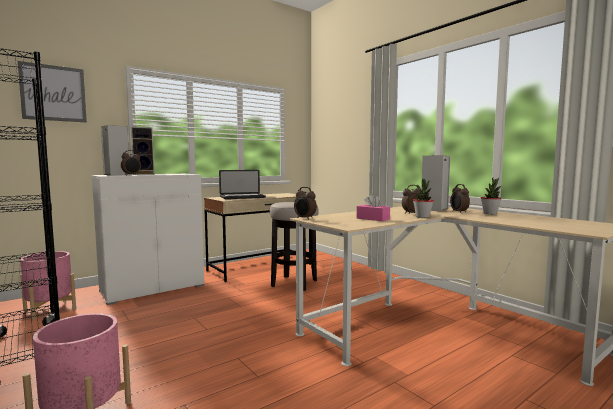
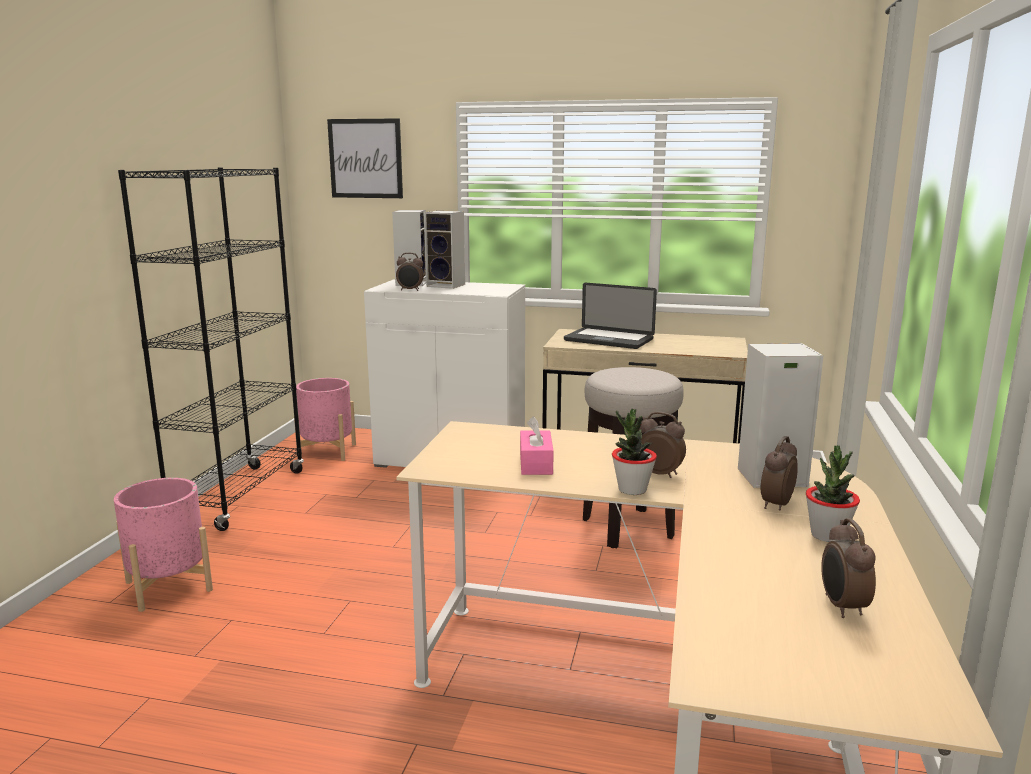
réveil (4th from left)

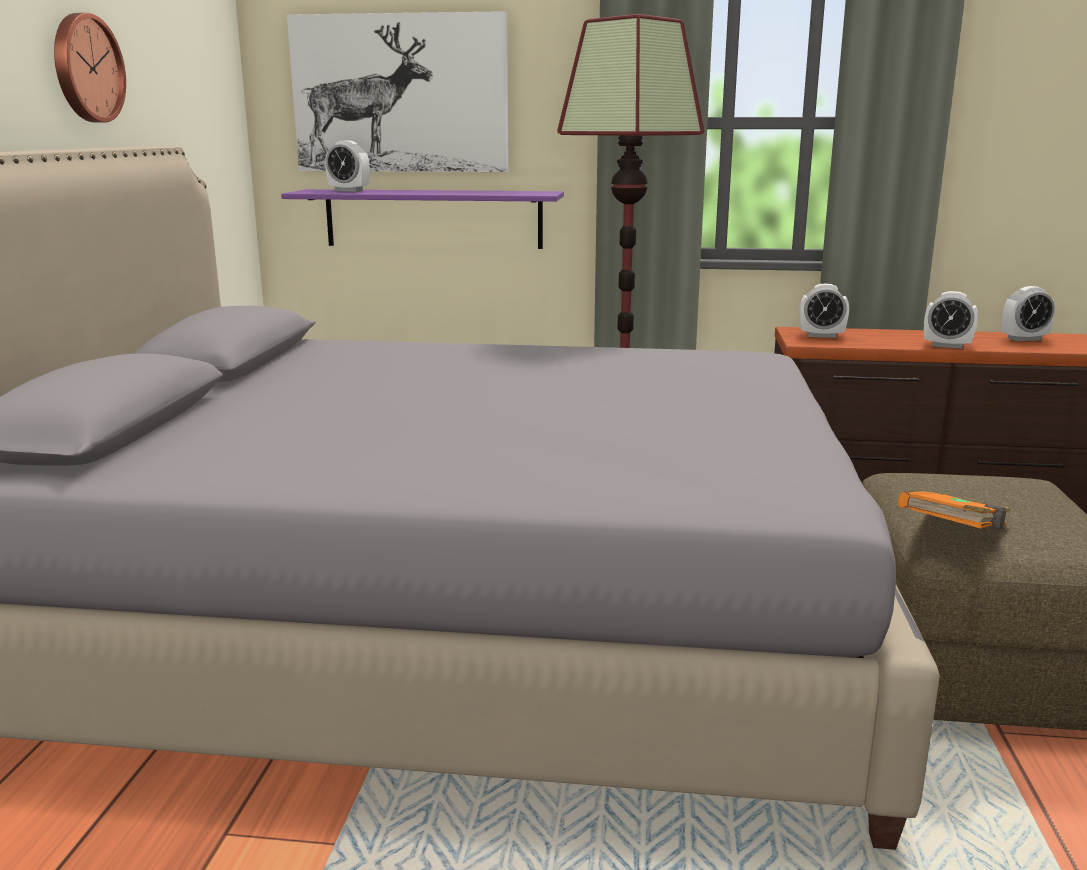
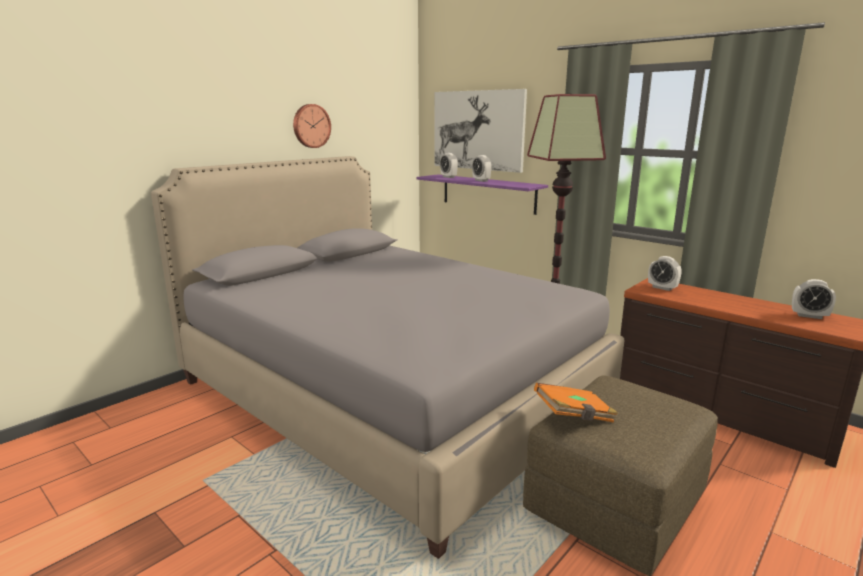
réveil (2nd from left)

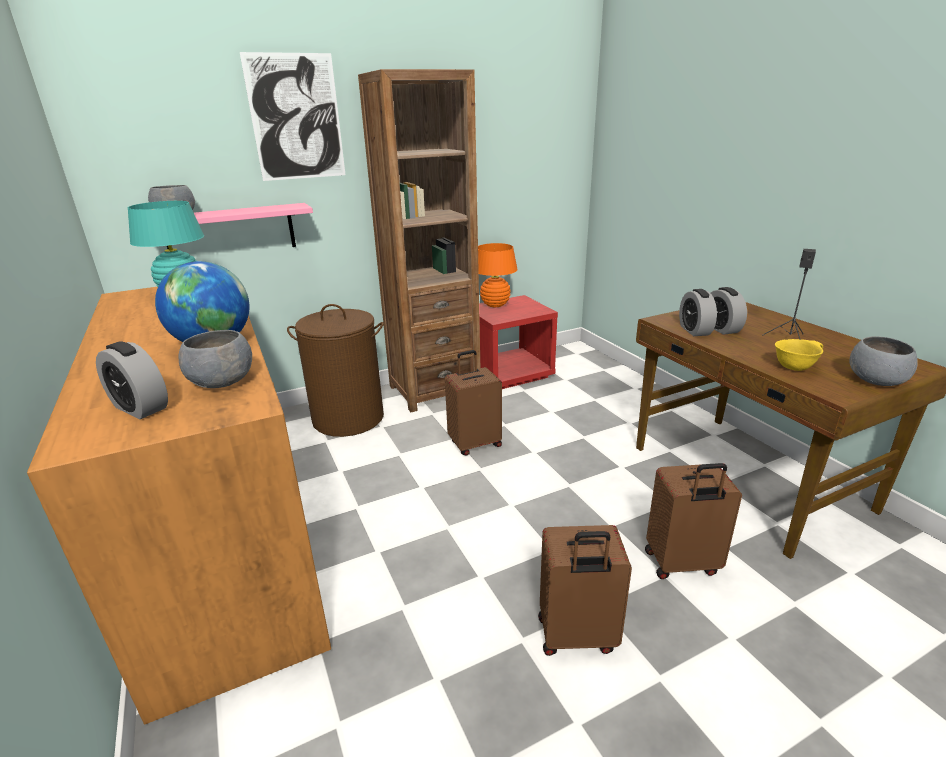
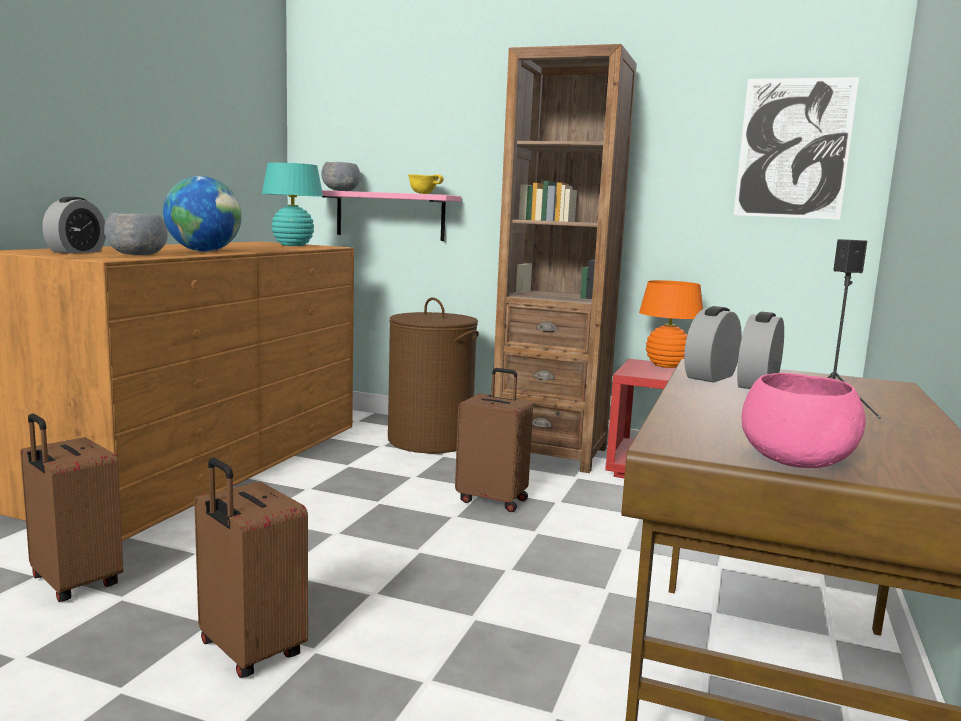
valise (marron) (1st from left); réveil (1st from left); bol (jaune); tableau; bol (rose)

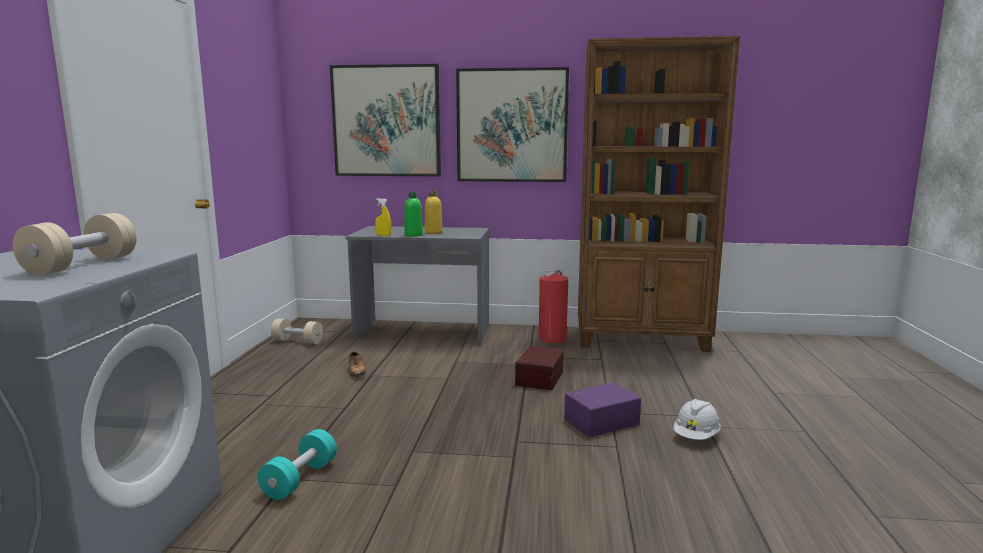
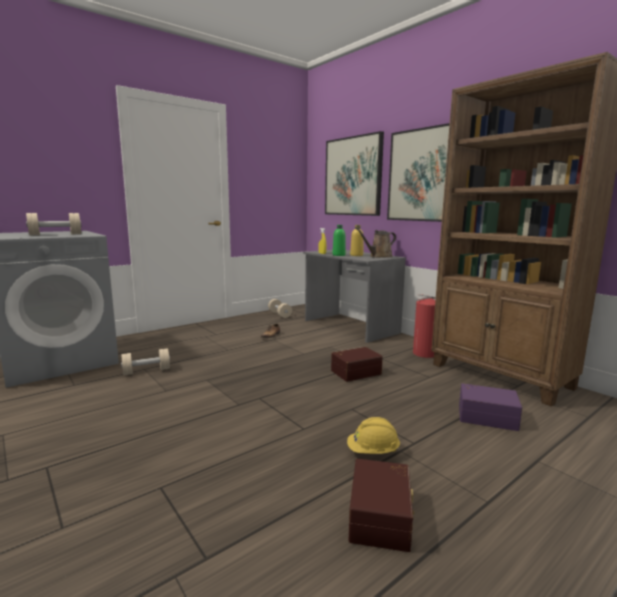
haltère (beige) (2nd from left); casque de chantier (jaune); boîte de rangement (marron) (2nd from left); arrosoir (marron); boîte de rangement (violet)

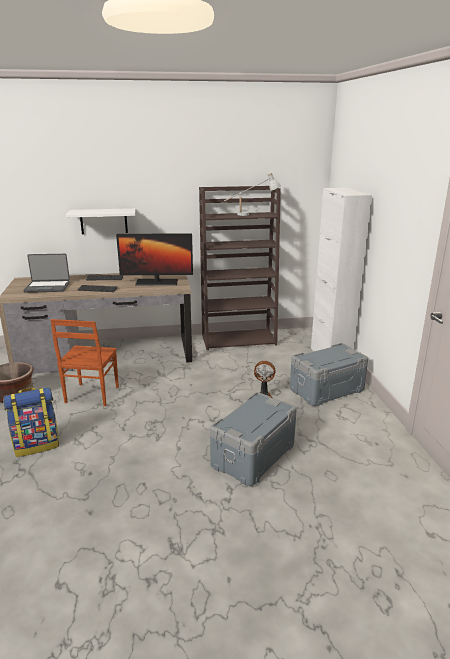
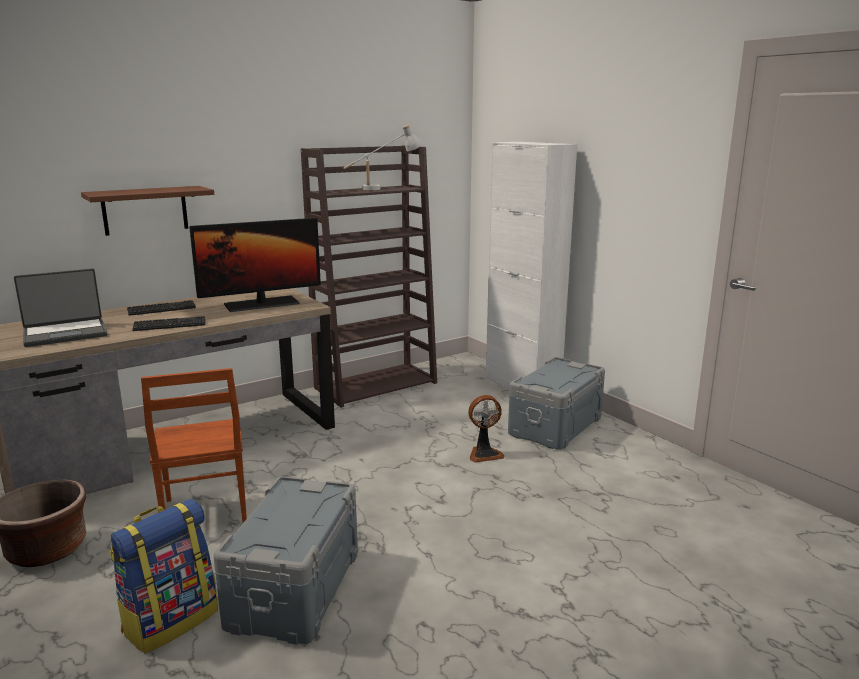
étagère (marron); boîte de rangement (gris) (1st from left)

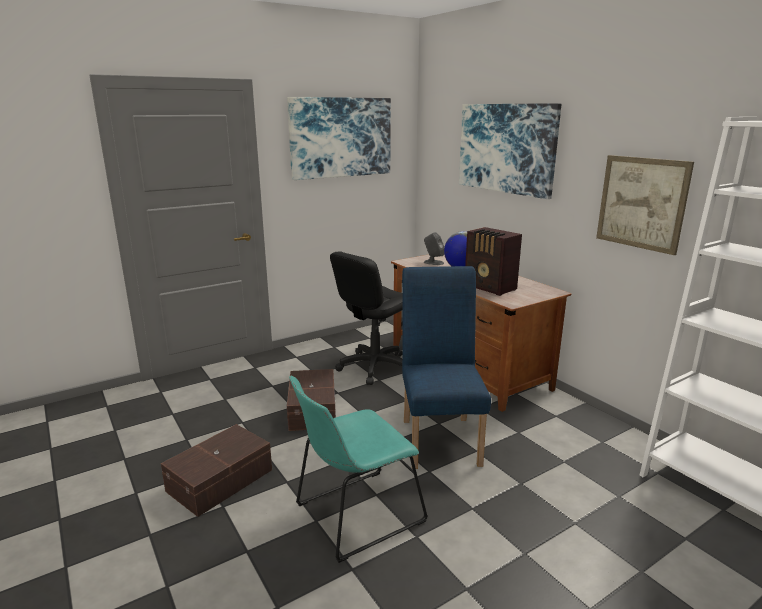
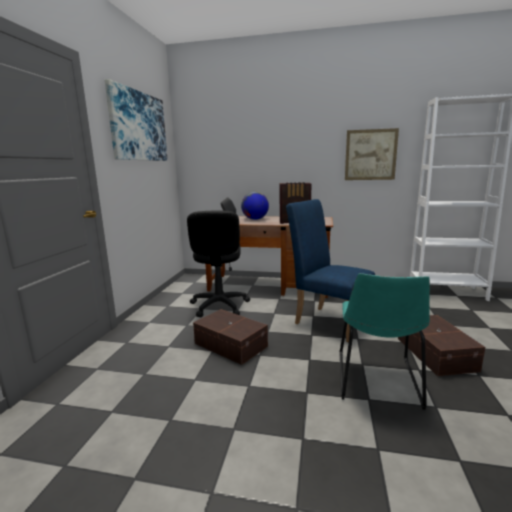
boîte de rangement (marron) (2nd from left); tableau (2nd from left in the first image)

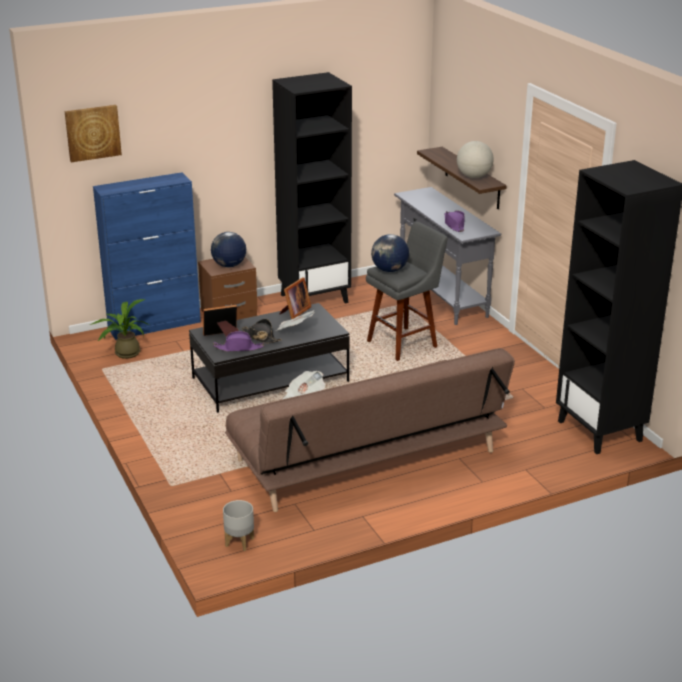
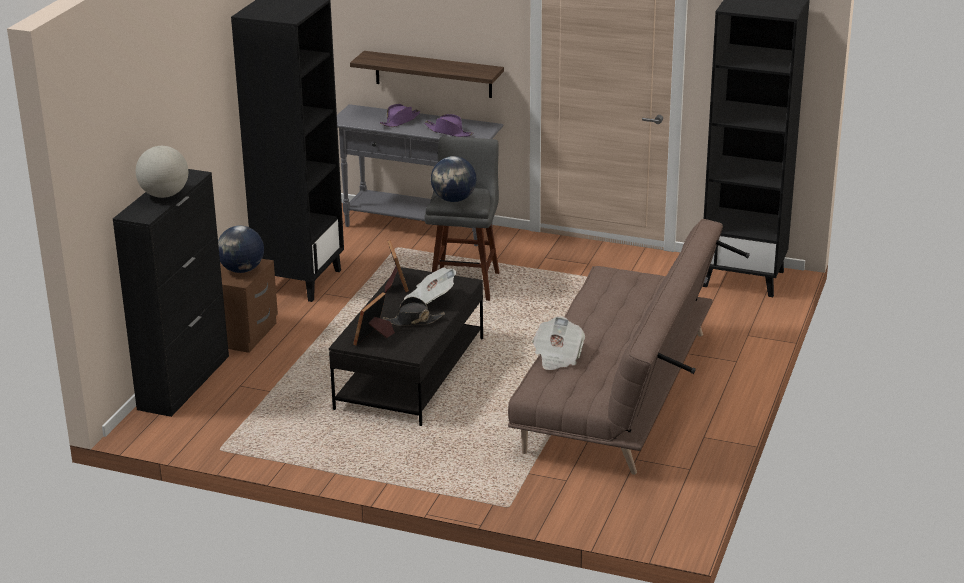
meuble de rangement (noir); globe (1st from left); chapeau (violet) (1st from left); tableau; plante en pot; cache-pot (gris)

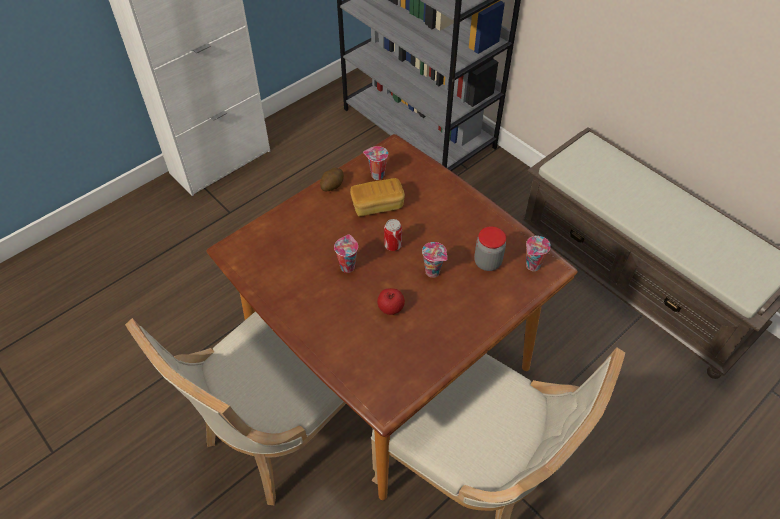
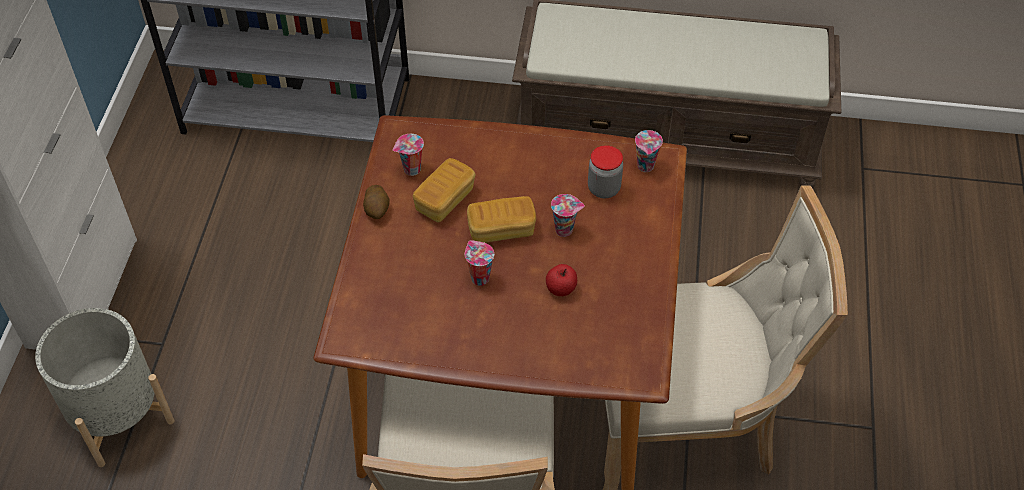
cache-pot (gris); pain (2nd from left)

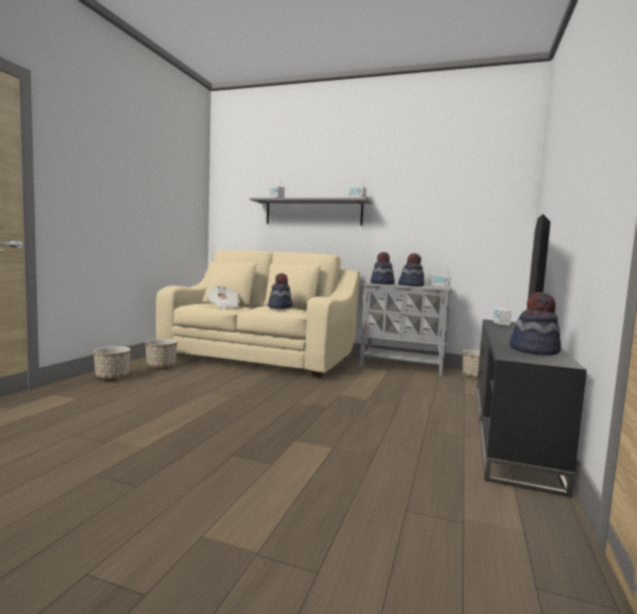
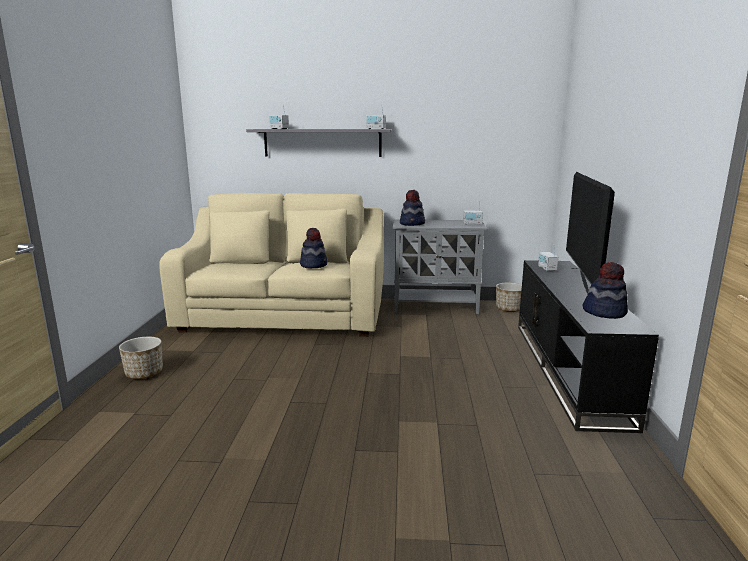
cache-pot (2nd from left in the first image); journal; chapeau (3rd from left in the first image)

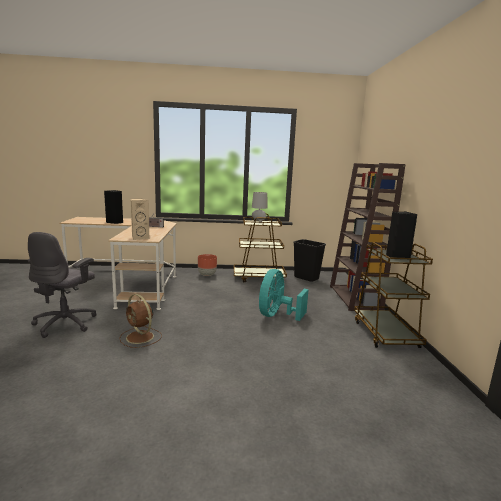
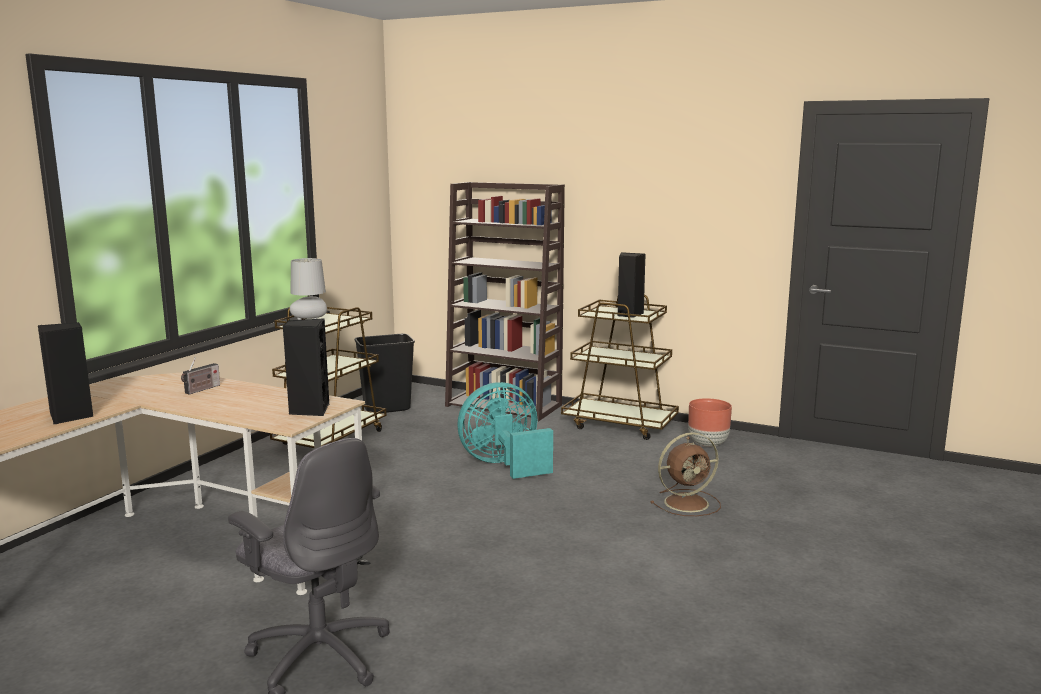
enceinte (noir) (2nd from left); ventilateur (turquoise); ventilateur (marron); cache-pot (marron)

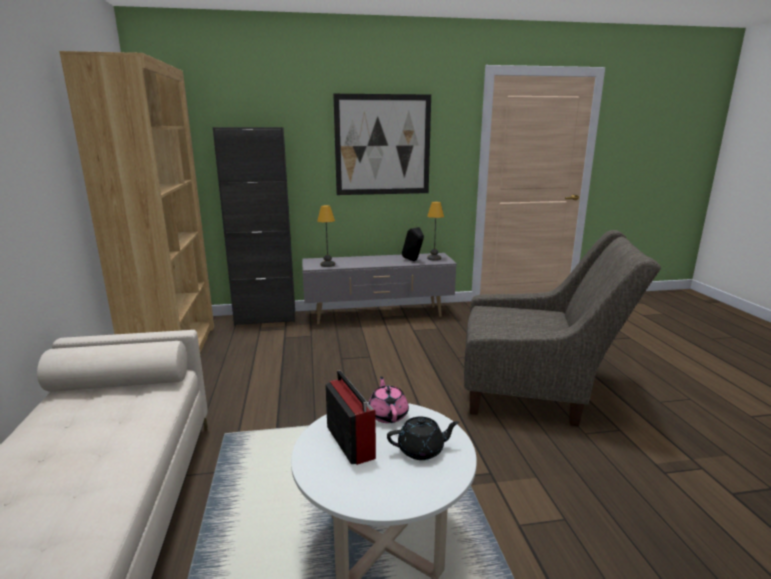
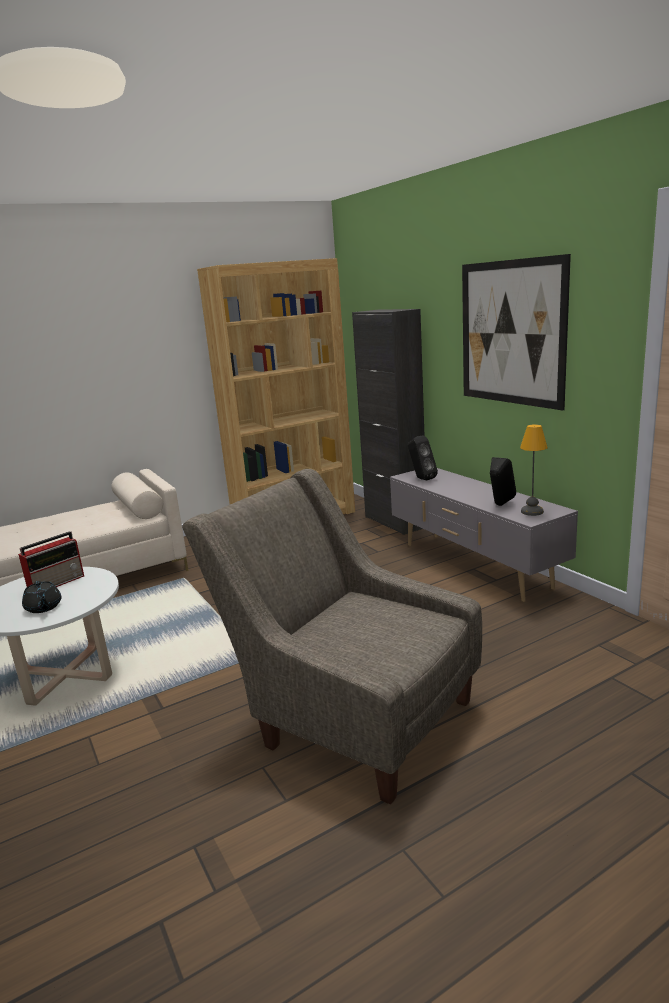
fauteuil (gris); enceinte (noir) (1st from left); théière (rose)

